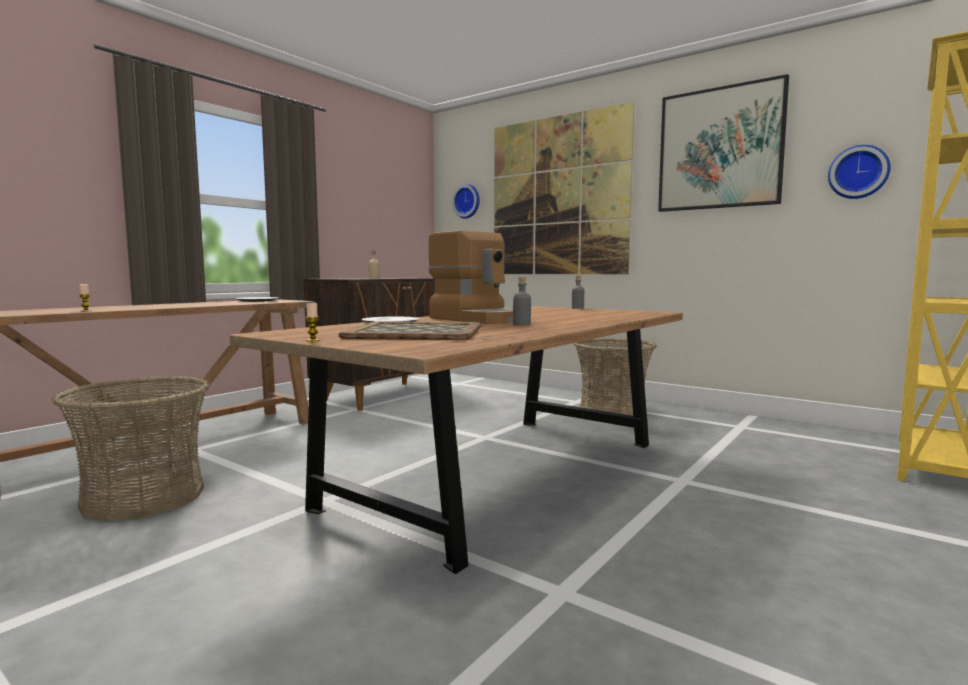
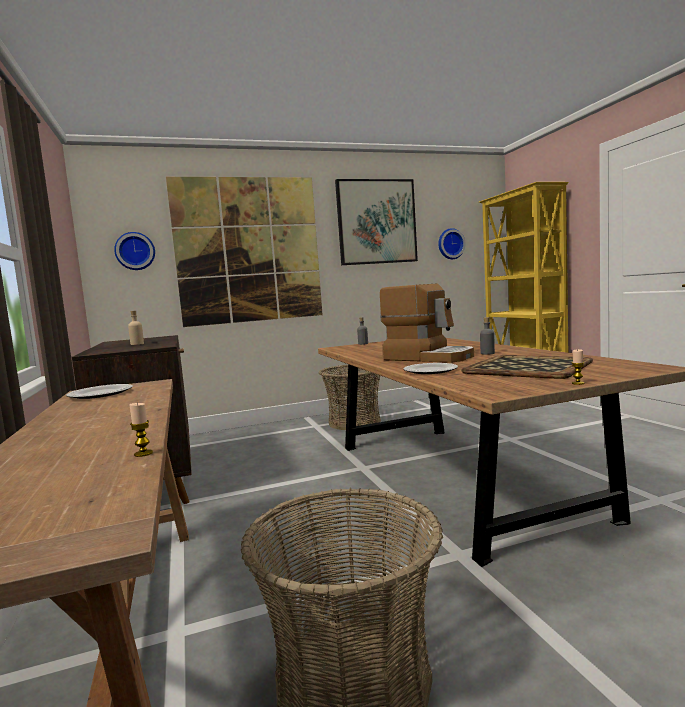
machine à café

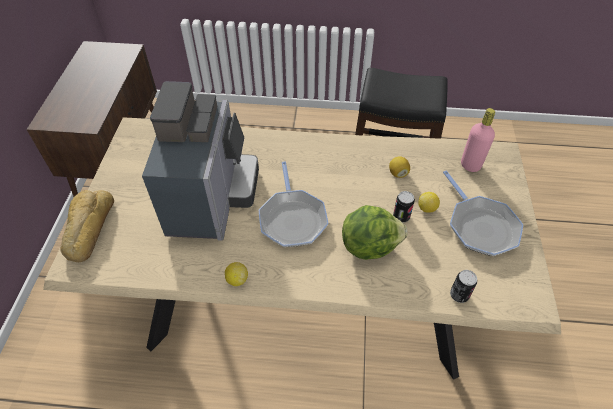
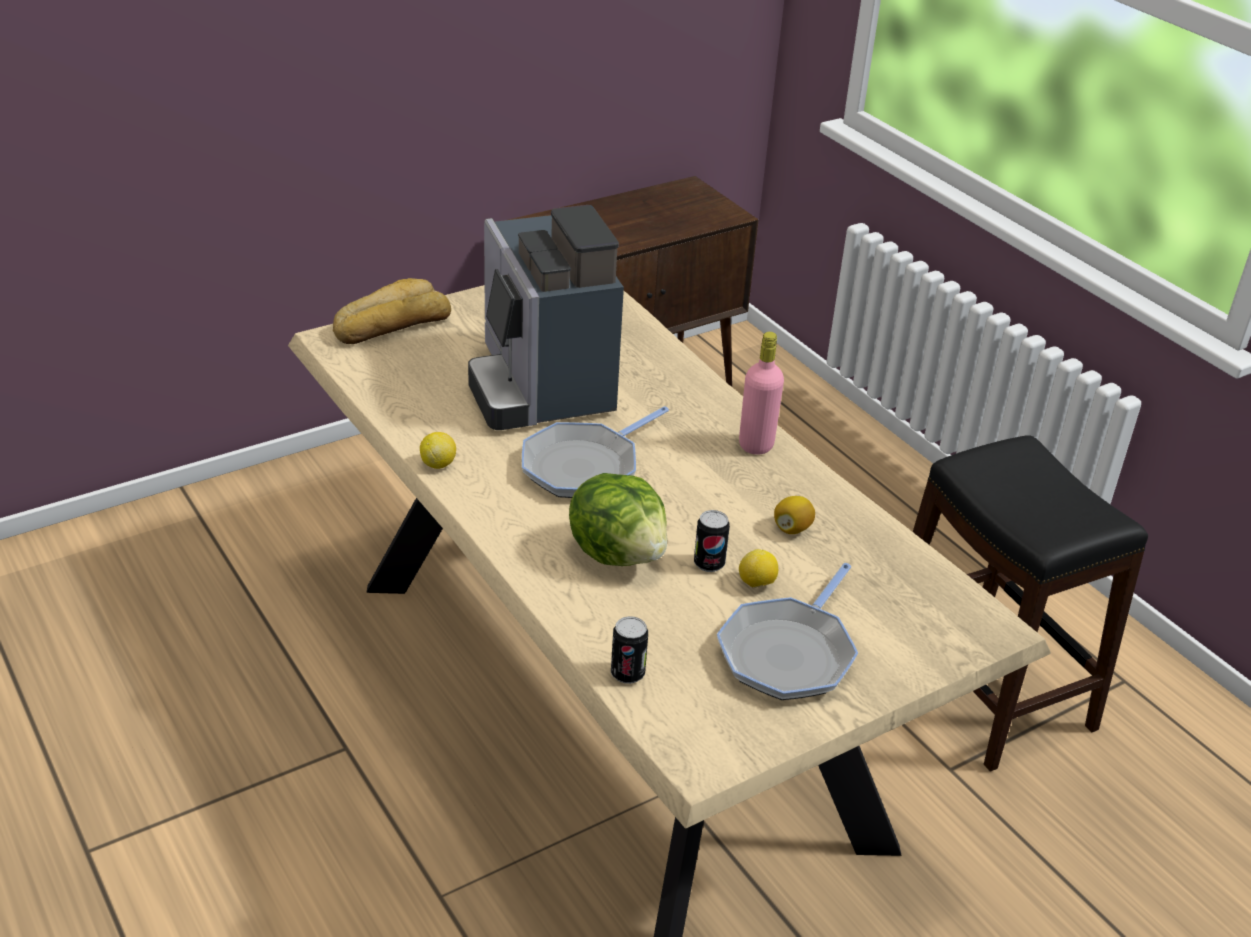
machine à café; bouteille (rose)

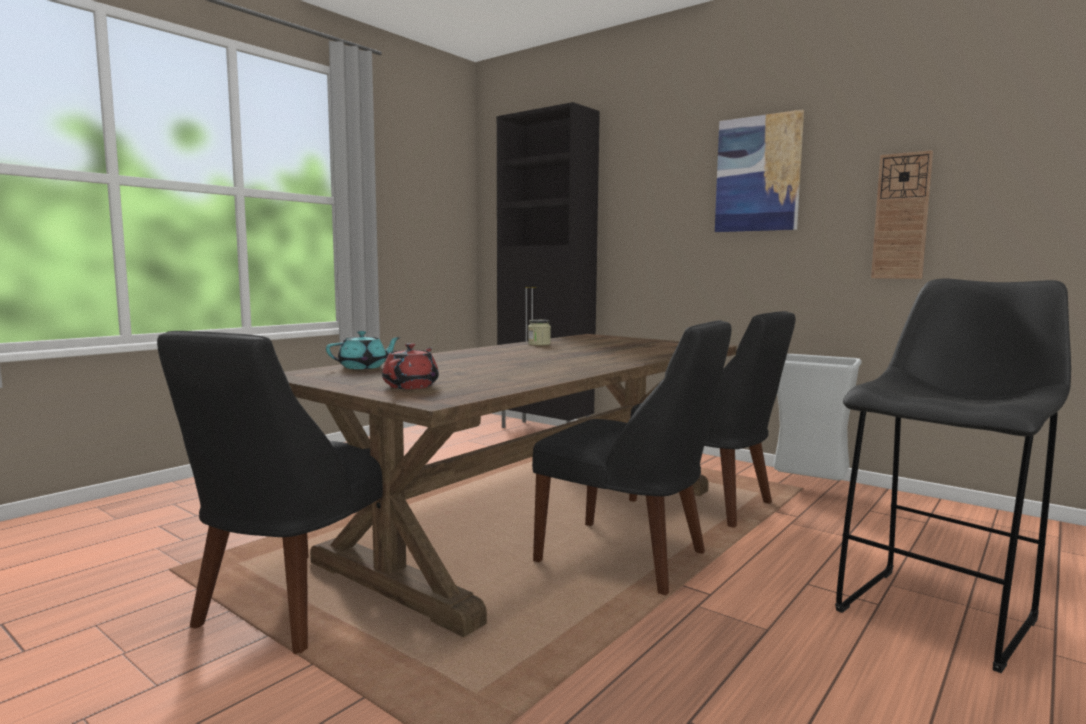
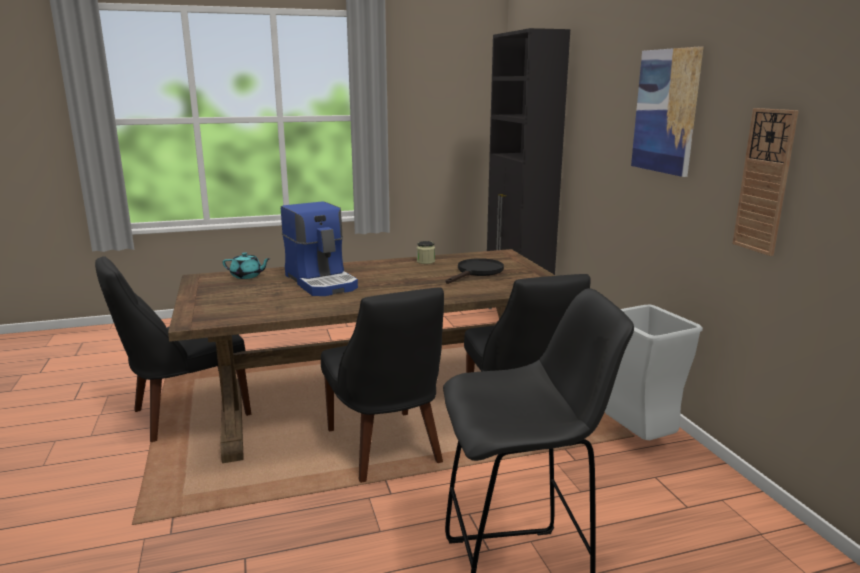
machine à café; poêle (noir); théière (rouge)

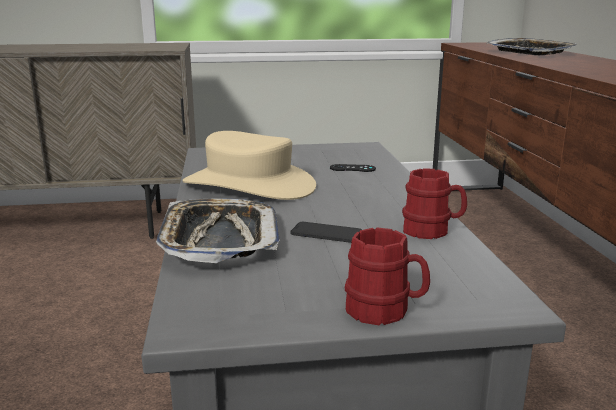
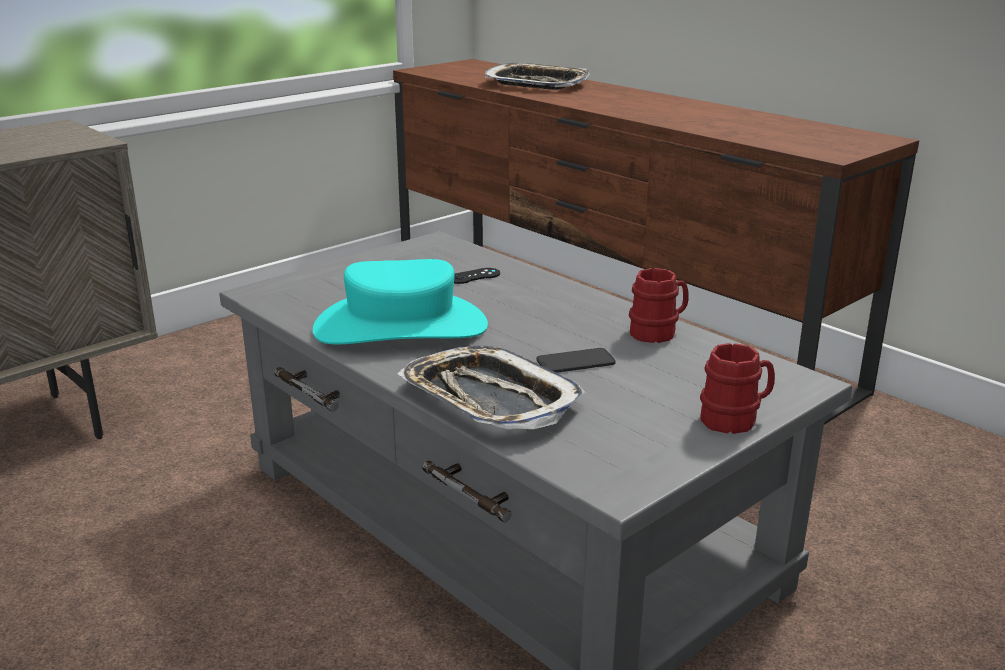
chapeau (turquoise)

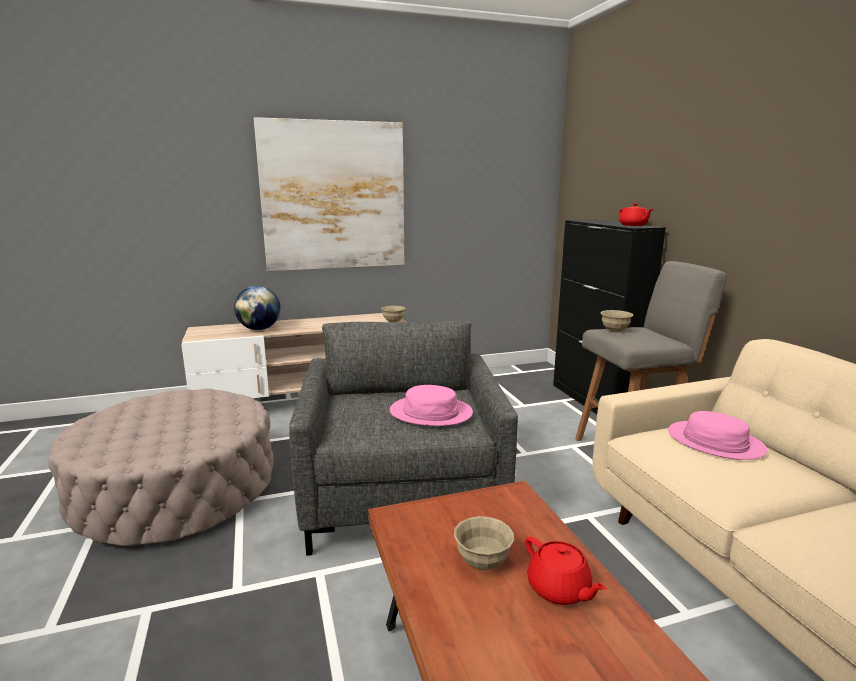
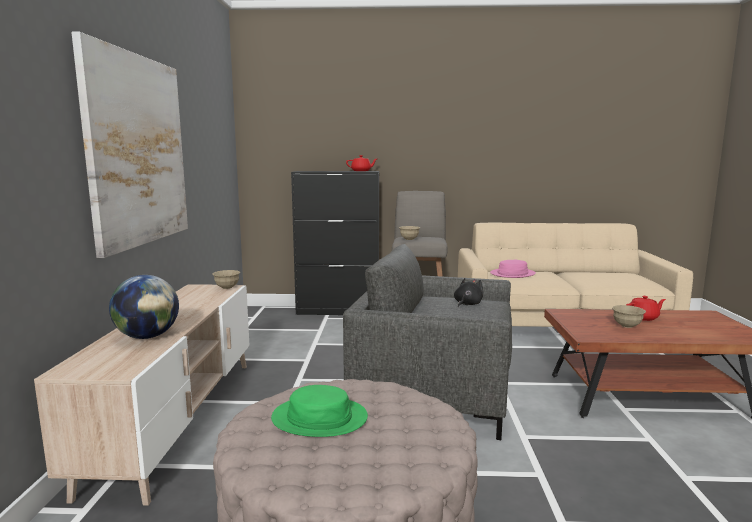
chapeau (vert); peluche (noir)

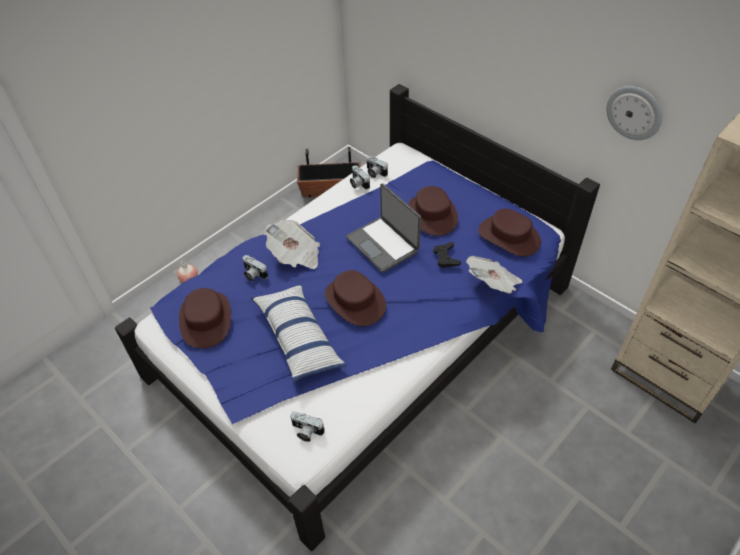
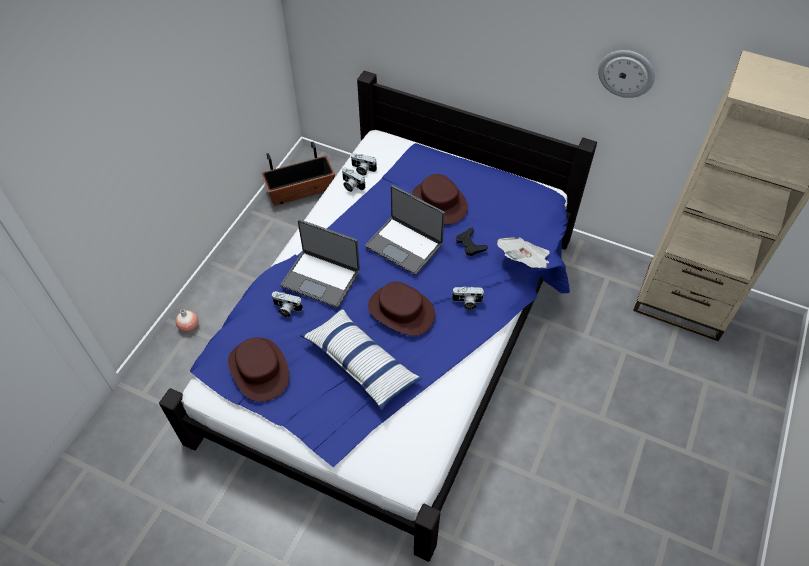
ordinateur portable (1st from left); appareil photo (4th from left); chapeau (marron) (4th from left in the first image)

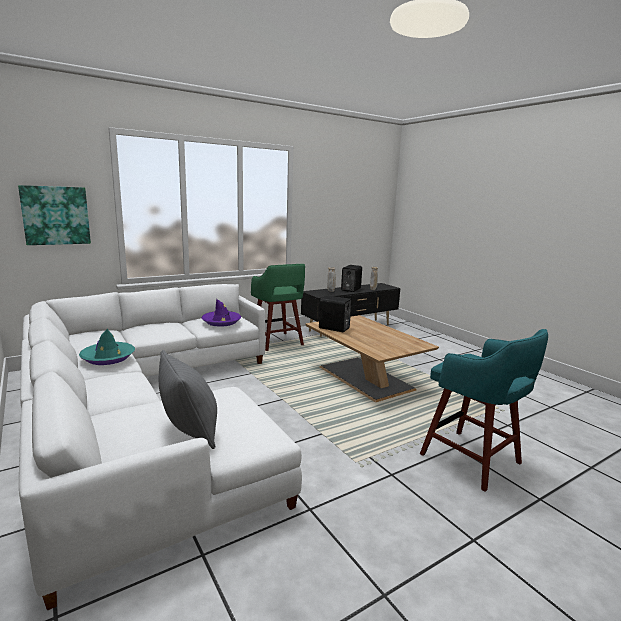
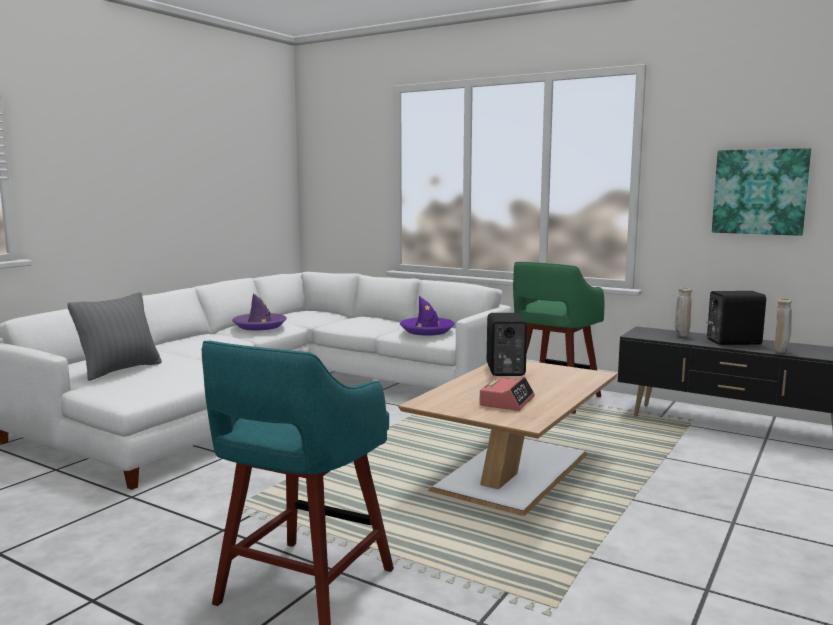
chapeau (violet) (1st from left); réveil; tableau

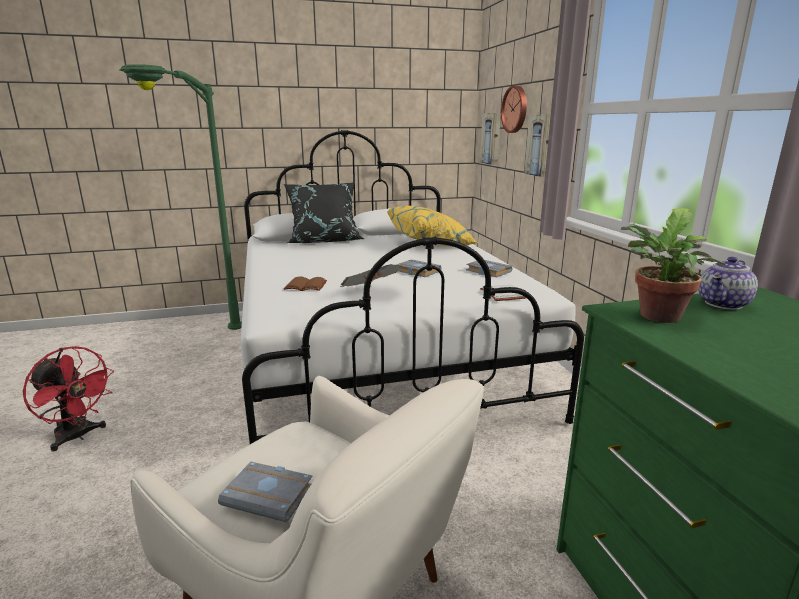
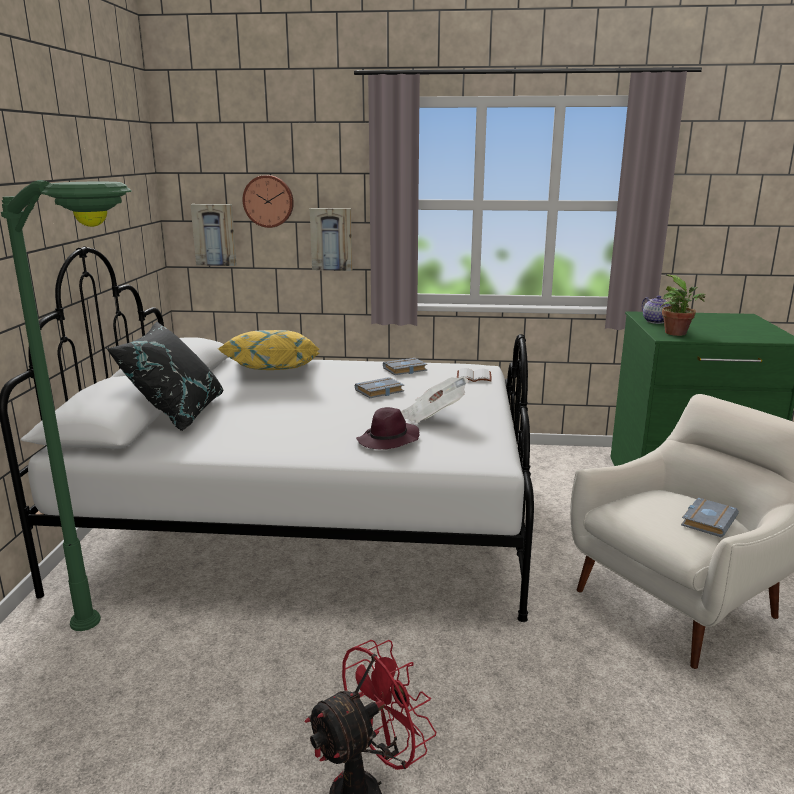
chapeau (violet)

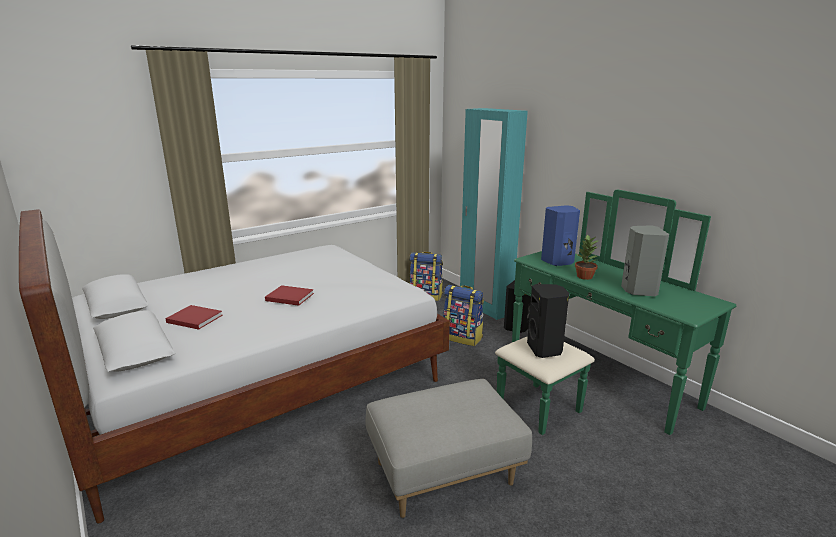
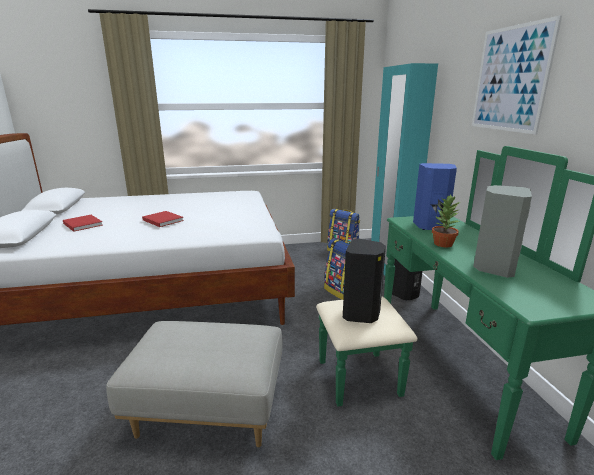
tableau

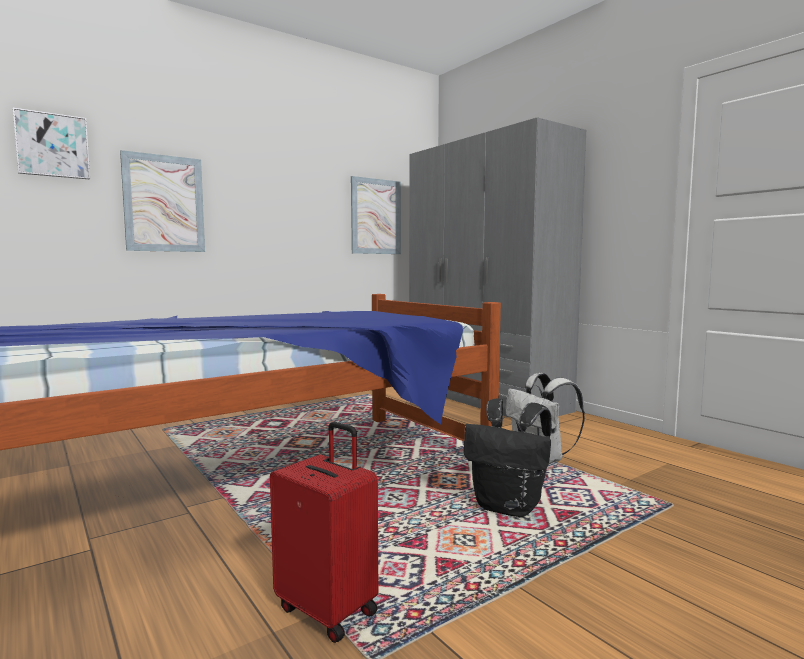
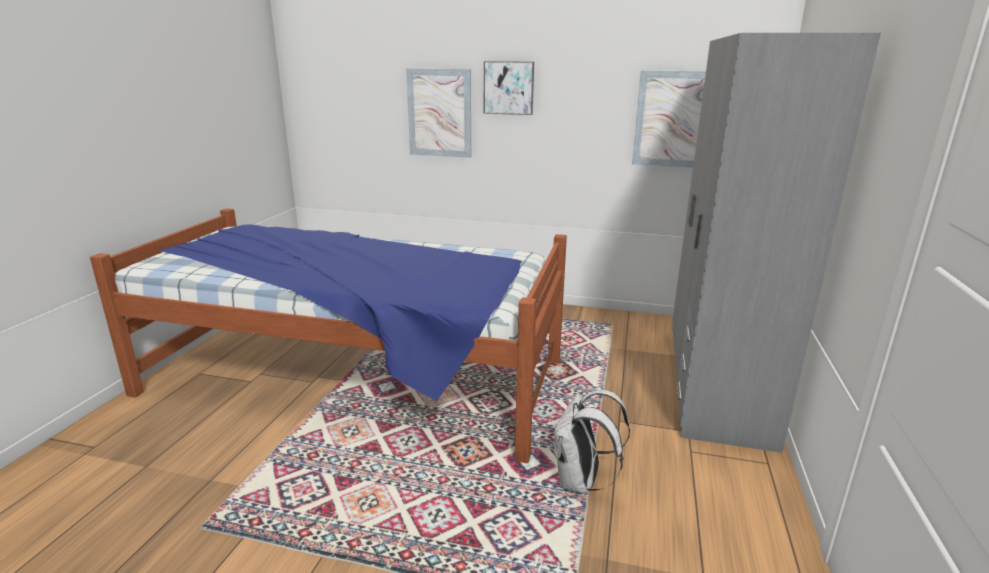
tableau (2nd from left); valise (rouge); sac à dos (noir)

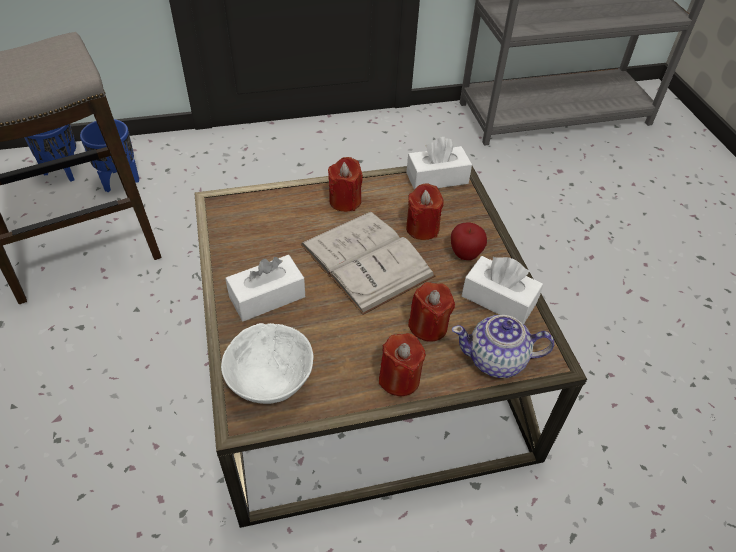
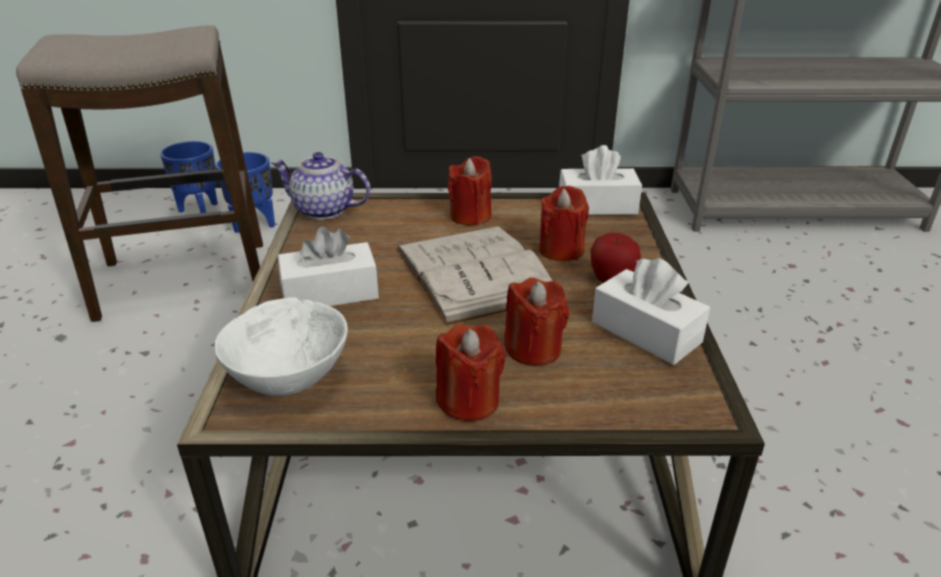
théière

